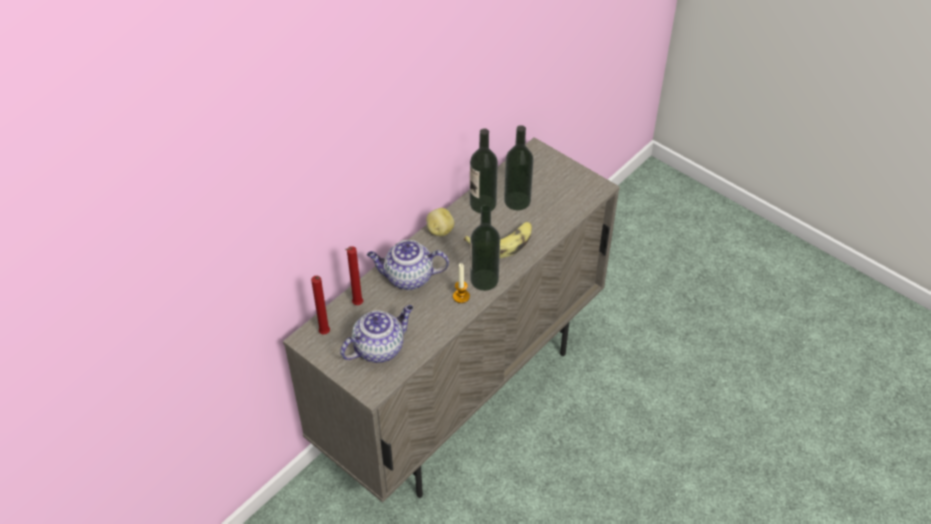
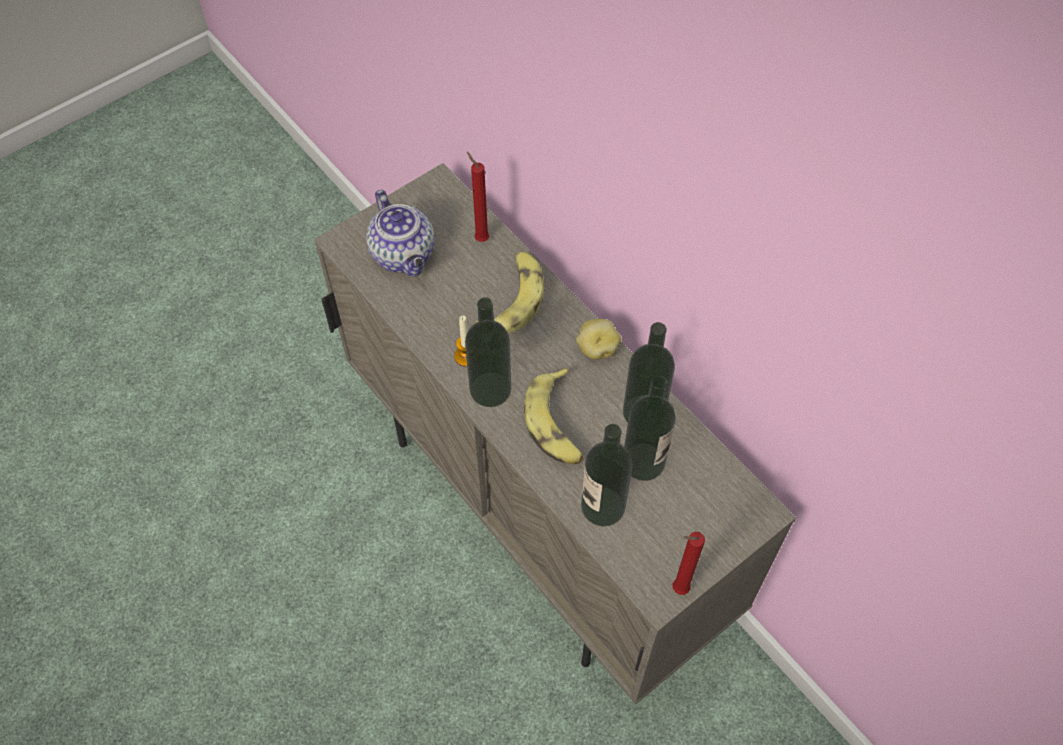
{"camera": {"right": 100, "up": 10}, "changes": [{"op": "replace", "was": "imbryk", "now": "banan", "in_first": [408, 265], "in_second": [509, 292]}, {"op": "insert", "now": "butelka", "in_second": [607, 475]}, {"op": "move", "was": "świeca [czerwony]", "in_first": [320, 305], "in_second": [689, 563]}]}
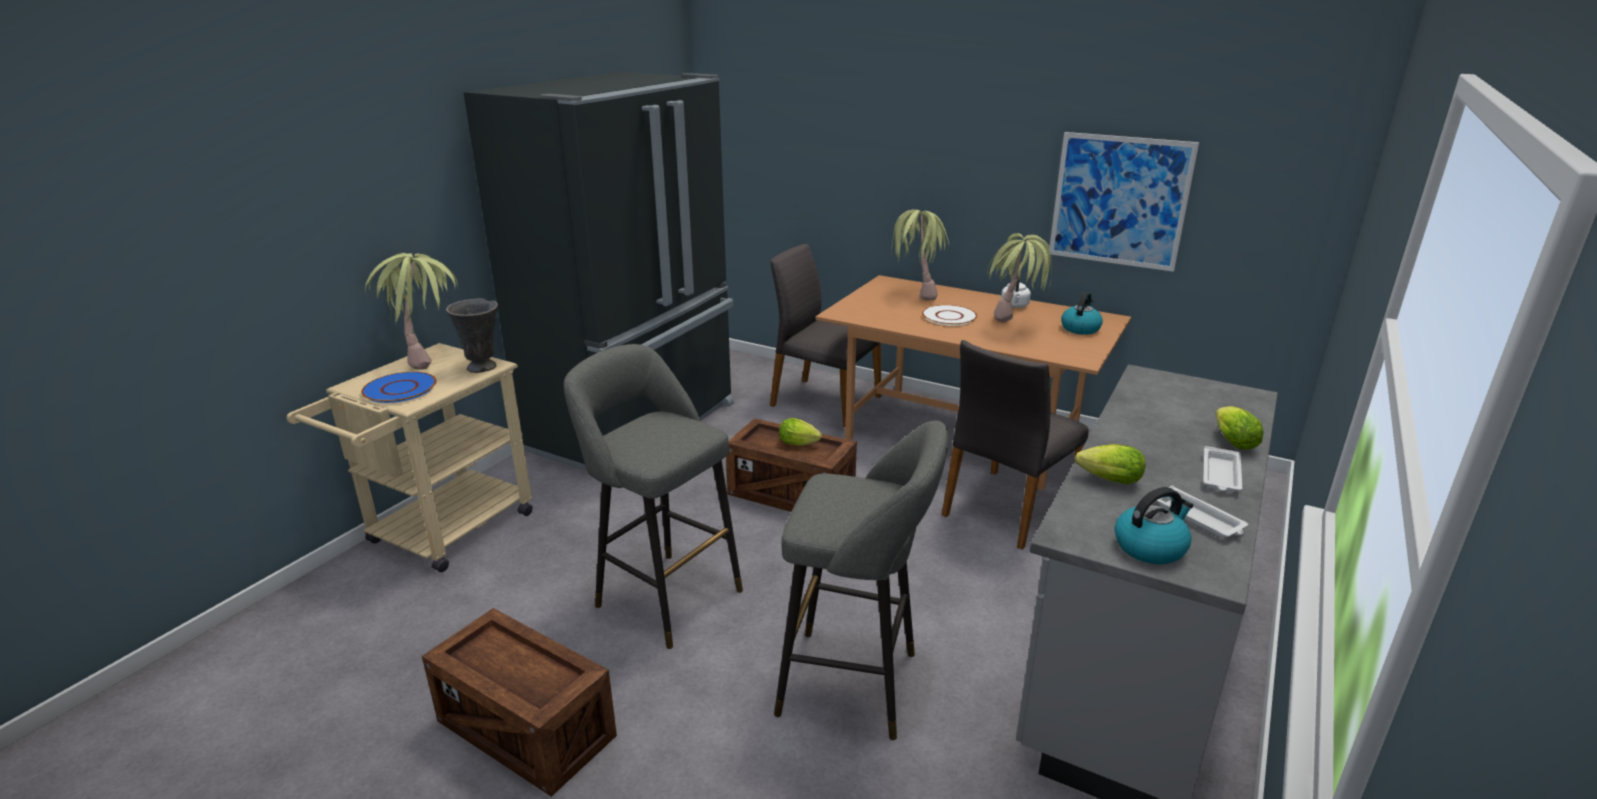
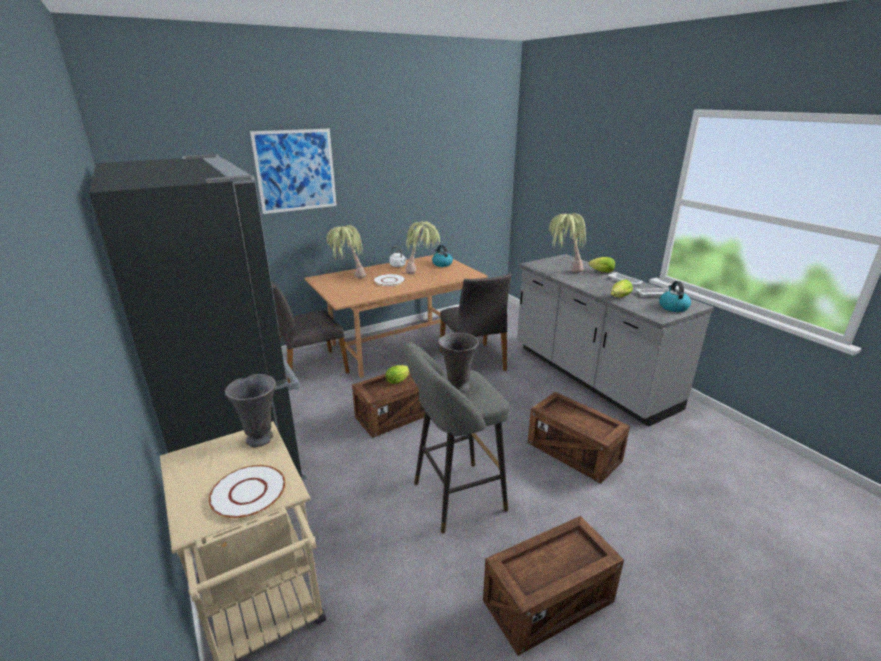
{"camera": {"right": -60, "up": 0}, "changes": [{"op": "recolor", "was": "talerz [niebieski]", "now": "talerz [biały]", "in_first": [399, 387], "in_second": [247, 491]}, {"op": "move", "was": "obraz", "in_first": [1124, 202], "in_second": [293, 171]}, {"op": "insert", "now": "wazon [szary]", "in_second": [458, 363]}, {"op": "replace", "was": "stołek [szary]", "now": "skrzynka", "in_first": [861, 580], "in_second": [579, 438]}, {"op": "move", "was": "roślina doniczkowa", "in_first": [411, 311], "in_second": [567, 243]}]}
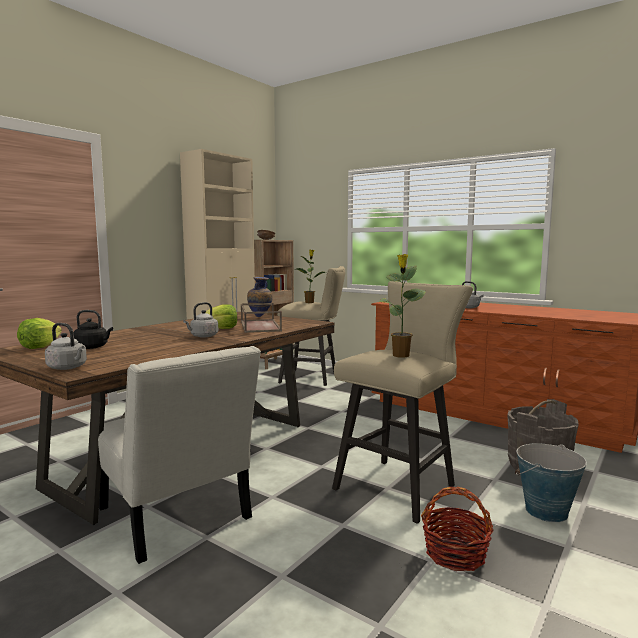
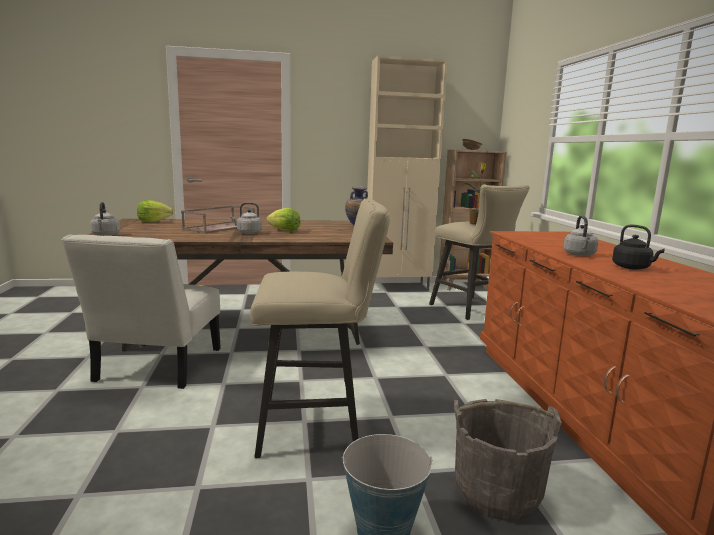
{"camera": {"right": 45, "up": 5}, "changes": [{"op": "move", "was": "taca [brązowy]", "in_first": [261, 318], "in_second": [218, 219]}, {"op": "move", "was": "czajnik [czarny]", "in_first": [93, 329], "in_second": [638, 247]}, {"op": "delete", "was": "roślina doniczkowa", "in_first": [402, 306]}, {"op": "delete", "was": "koszyk", "in_first": [457, 529]}]}
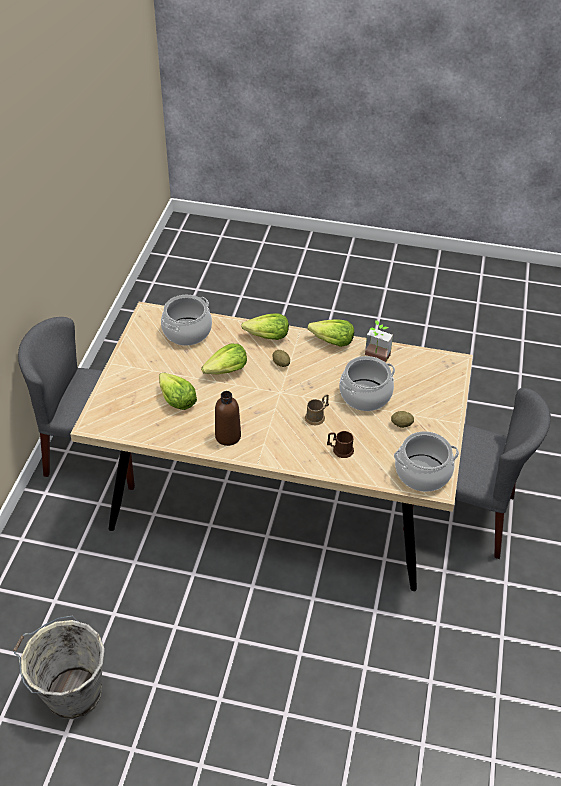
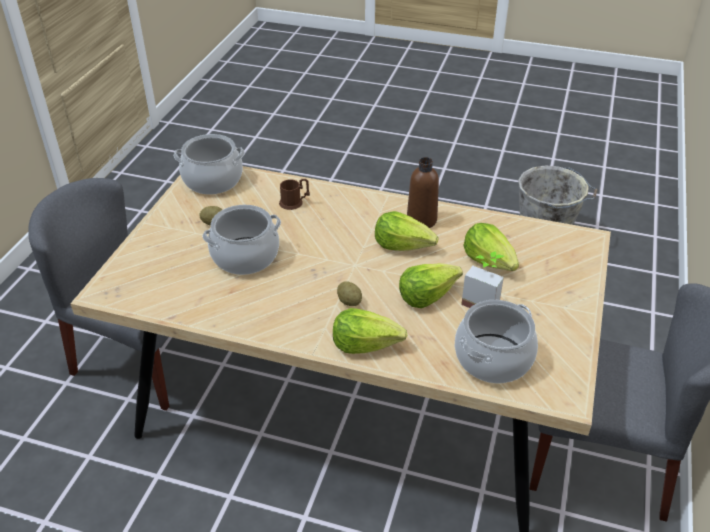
{"camera": {"right": -175, "up": -5}, "changes": [{"op": "move", "was": "sałata", "in_first": [330, 333], "in_second": [407, 231]}, {"op": "move", "was": "roślina doniczkowa", "in_first": [379, 341], "in_second": [483, 279]}, {"op": "delete", "was": "kubek [brązowy]", "in_first": [317, 410]}]}
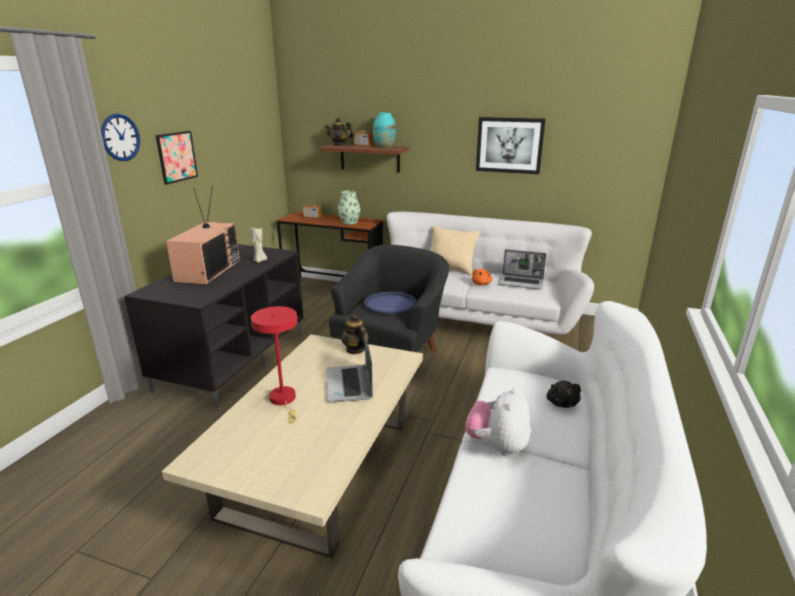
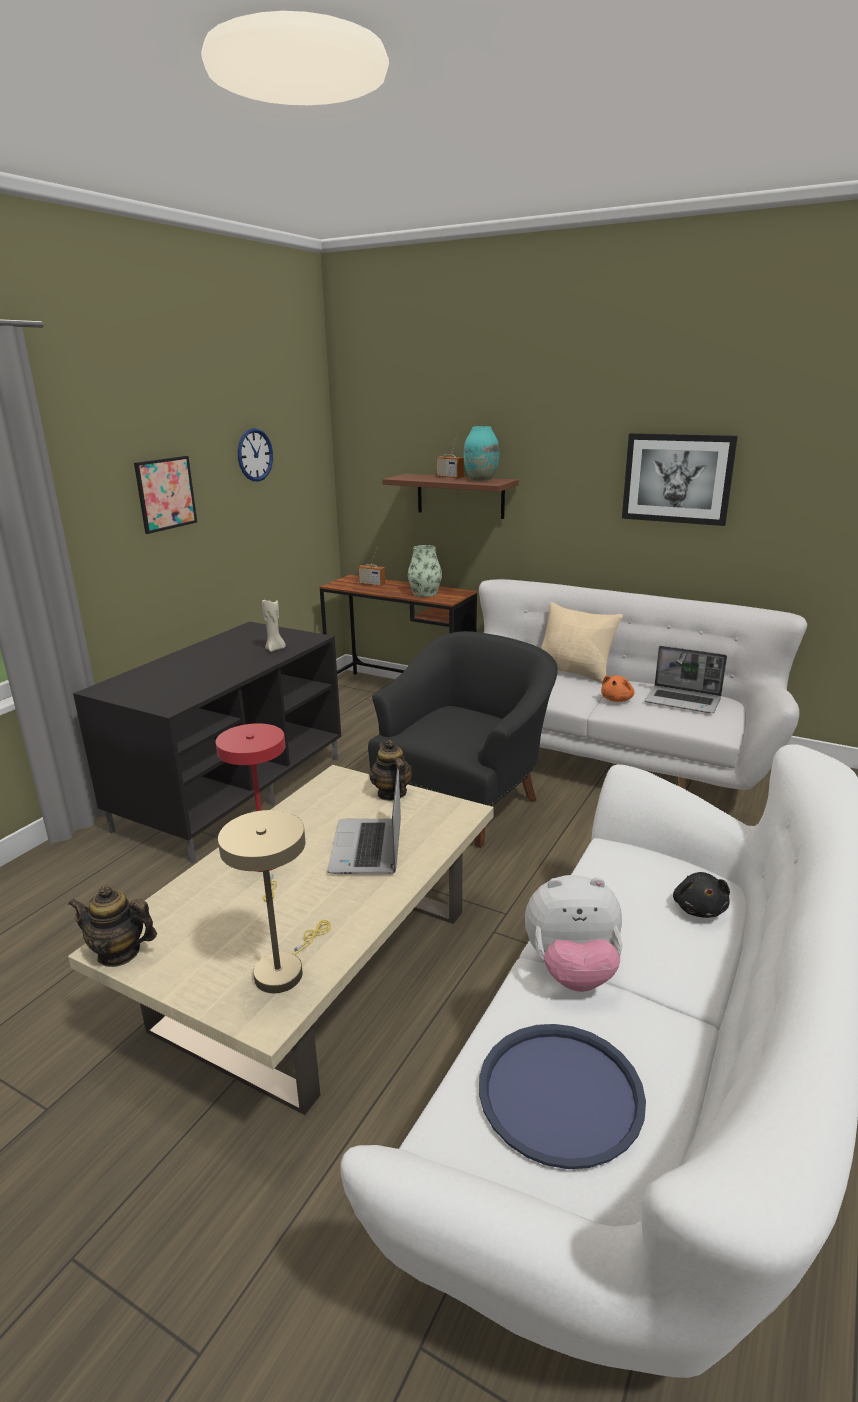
{"camera": {"right": 10, "up": 0}, "changes": [{"op": "move", "was": "imbryk", "in_first": [339, 131], "in_second": [112, 926]}, {"op": "insert", "now": "lampa stołowa [beżowy]", "in_second": [274, 901]}, {"op": "move", "was": "zegar ścienny", "in_first": [120, 137], "in_second": [255, 455]}, {"op": "move", "was": "taca [niebieski]", "in_first": [390, 302], "in_second": [562, 1096]}, {"op": "rotate", "was": "pluszak", "in_first": [497, 422], "in_second": [574, 933], "clockwise": -120}, {"op": "delete", "was": "telewizor", "in_first": [203, 235]}]}
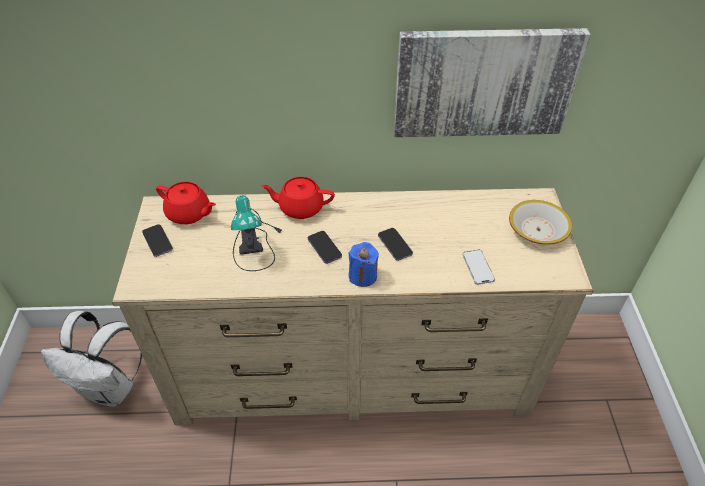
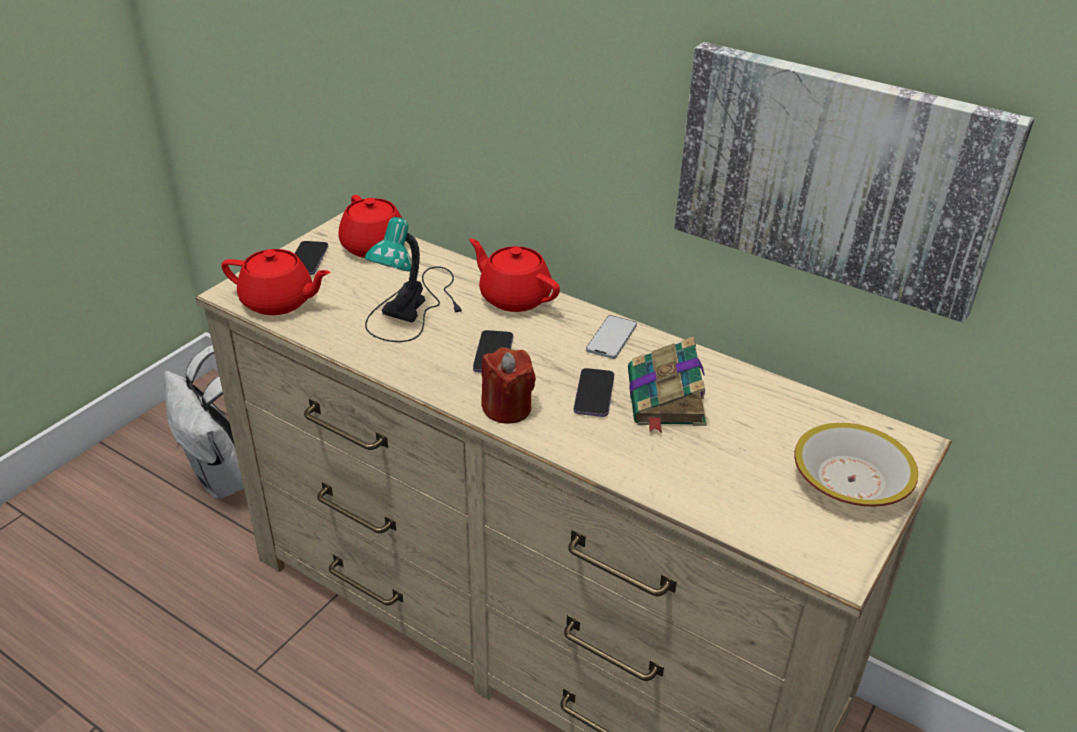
{"camera": {"right": 35, "up": -10}, "changes": [{"op": "insert", "now": "imbryk [czerwony]", "in_second": [275, 282]}, {"op": "recolor", "was": "świeca [niebieski]", "now": "świeca [czerwony]", "in_first": [364, 264], "in_second": [508, 385]}, {"op": "move", "was": "telefon", "in_first": [478, 267], "in_second": [611, 337]}, {"op": "insert", "now": "książka", "in_second": [667, 384]}]}
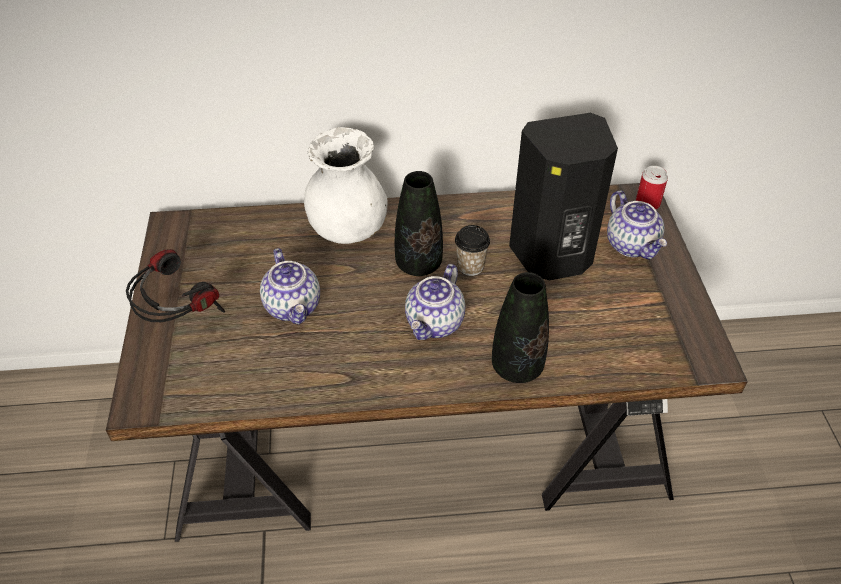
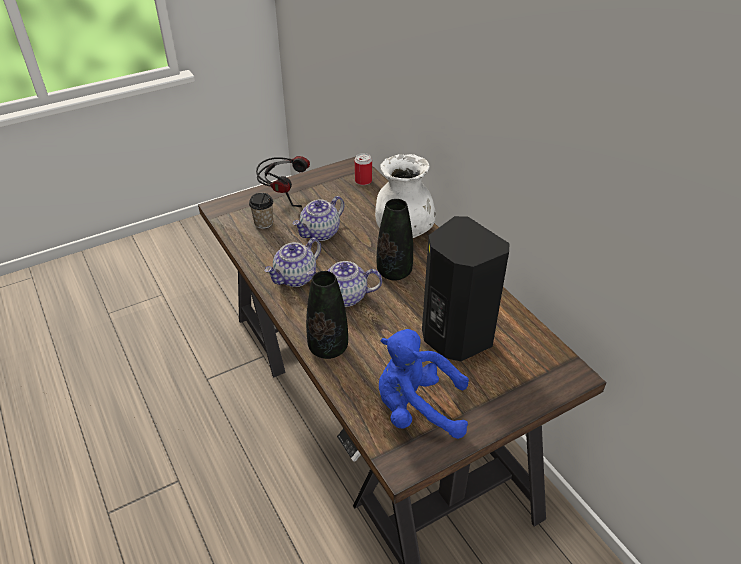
{"camera": {"right": 65, "up": -5}, "changes": [{"op": "move", "was": "filiżanka", "in_first": [472, 250], "in_second": [261, 211]}, {"op": "move", "was": "imbryk", "in_first": [637, 225], "in_second": [292, 262]}, {"op": "move", "was": "puszka", "in_first": [651, 188], "in_second": [363, 169]}, {"op": "insert", "now": "pluszak [niebieski]", "in_second": [424, 384]}]}
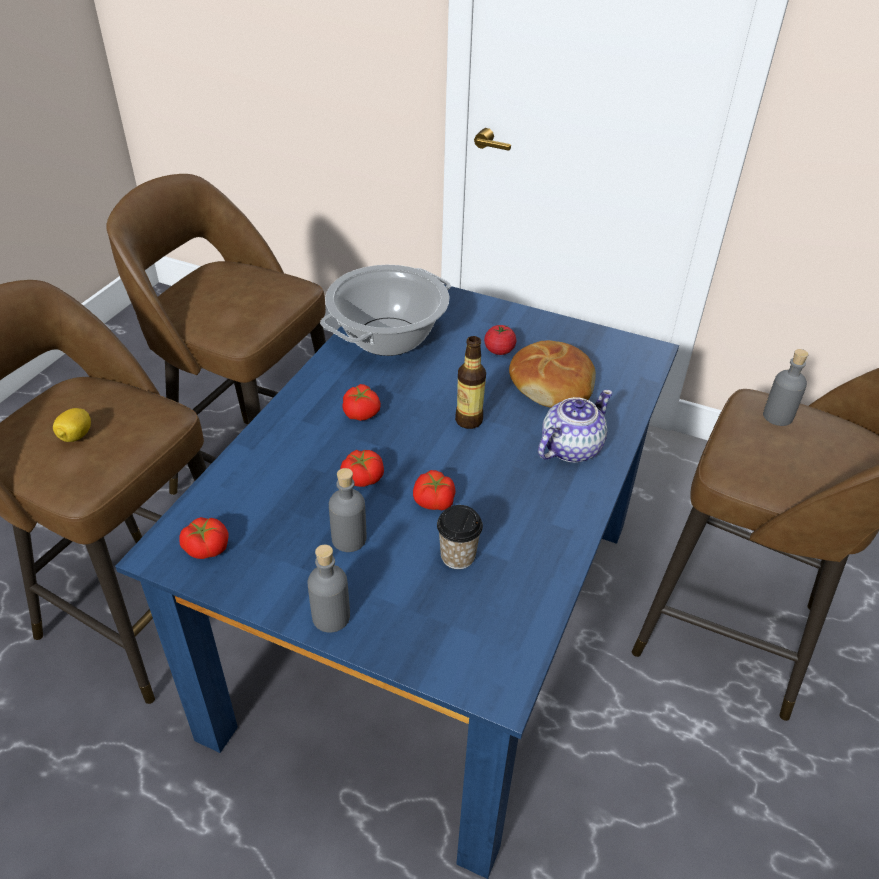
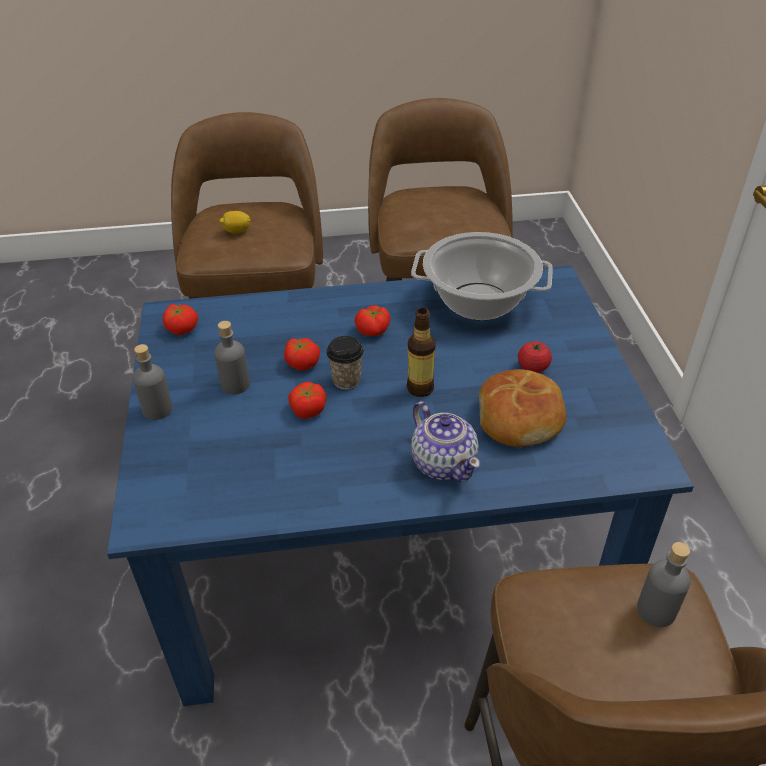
{"camera": {"right": 60, "up": 0}, "changes": [{"op": "move", "was": "filiżanka", "in_first": [460, 537], "in_second": [345, 363]}, {"op": "rotate", "was": "imbryk", "in_first": [575, 426], "in_second": [445, 441], "clockwise": 45}]}
